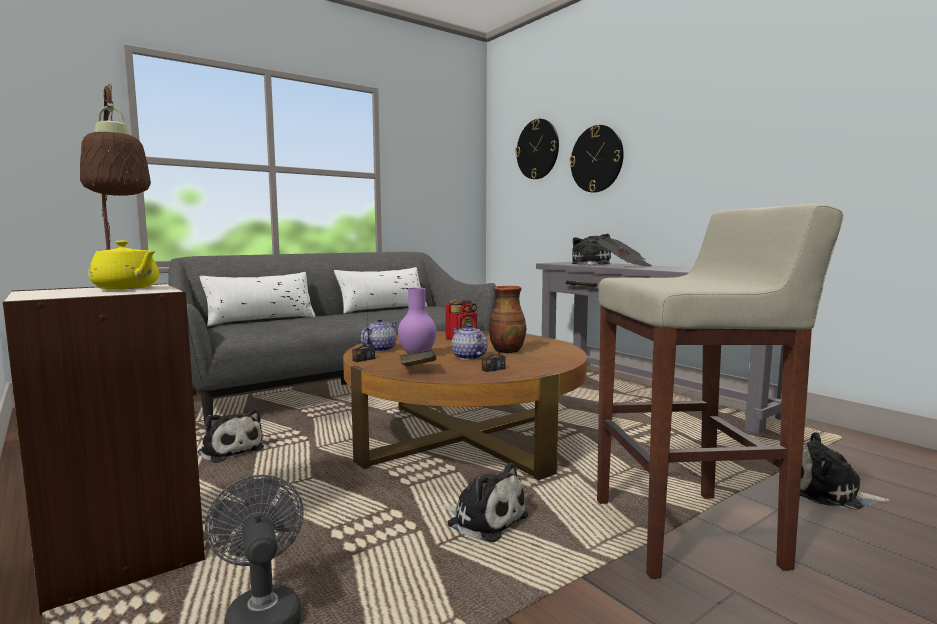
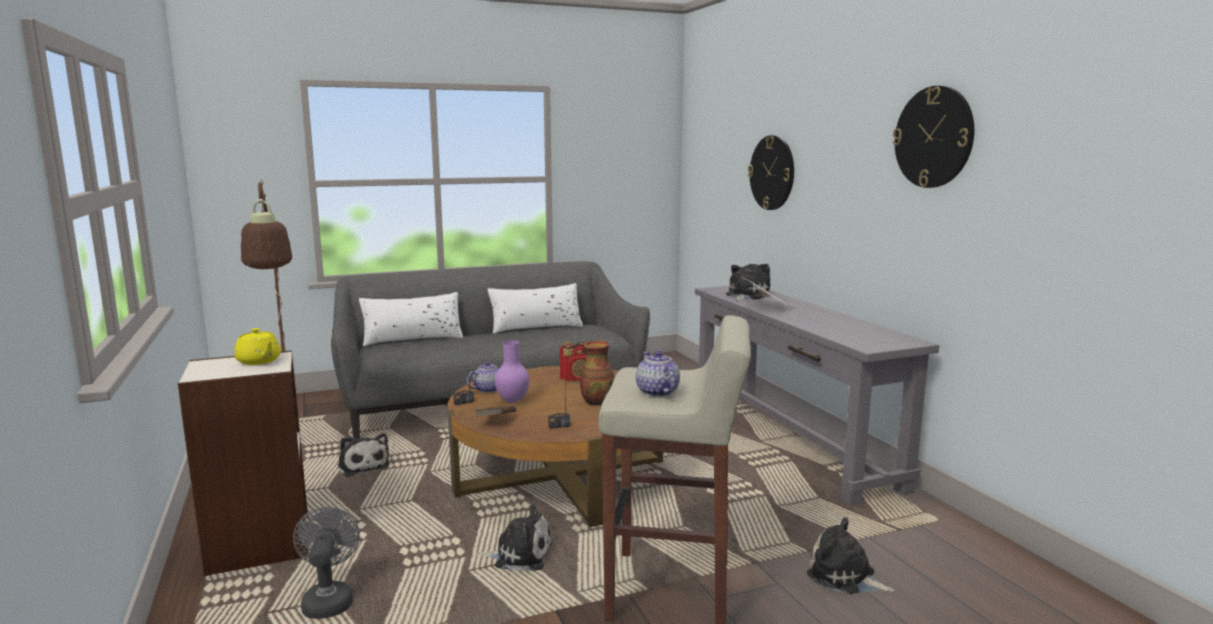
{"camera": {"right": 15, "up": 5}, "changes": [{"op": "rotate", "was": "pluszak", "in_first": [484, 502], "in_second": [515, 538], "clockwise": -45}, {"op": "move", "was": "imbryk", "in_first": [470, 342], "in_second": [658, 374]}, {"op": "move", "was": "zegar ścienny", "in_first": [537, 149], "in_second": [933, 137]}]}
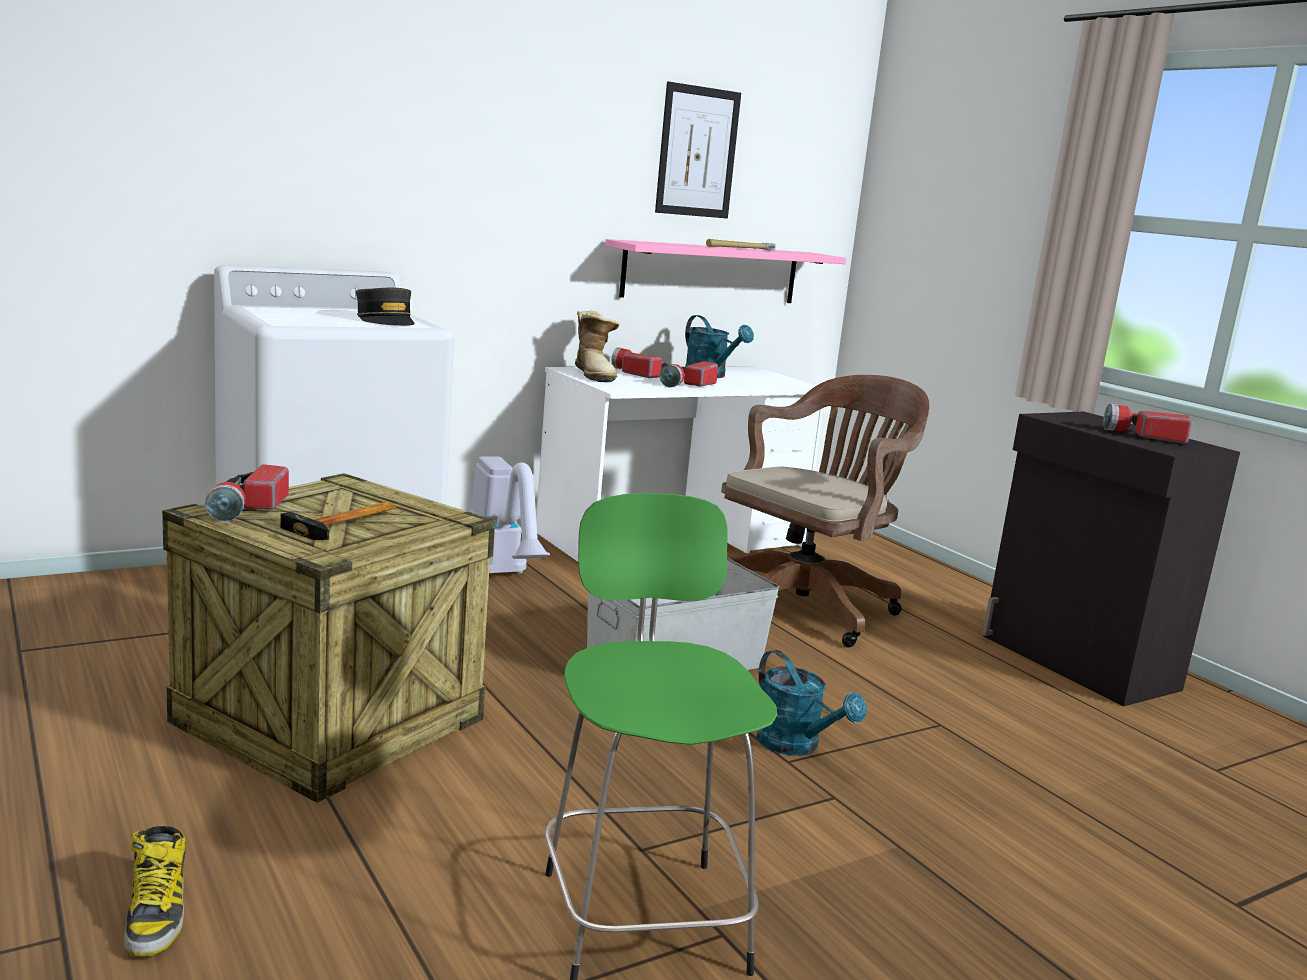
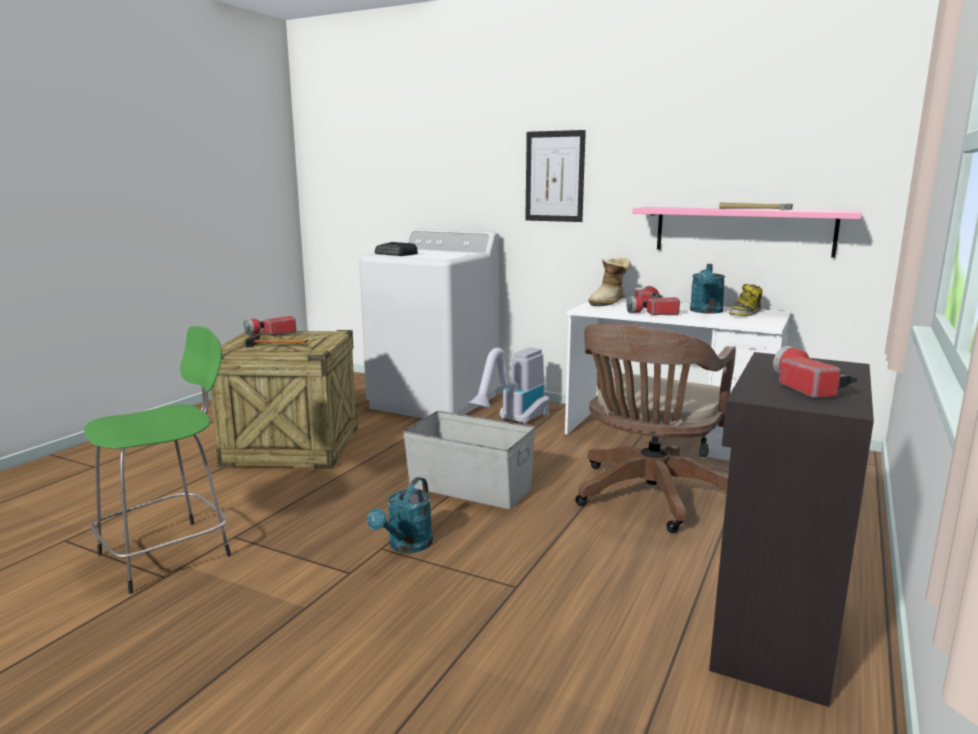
{"camera": {"right": 60, "up": 0}, "changes": [{"op": "insert", "now": "radio", "in_second": [396, 249]}, {"op": "move", "was": "obraz", "in_first": [698, 150], "in_second": [555, 176]}, {"op": "rotate", "was": "krzesło biurowe [brązowy]", "in_first": [825, 511], "in_second": [655, 428], "clockwise": 105}, {"op": "move", "was": "but z cholewką", "in_first": [155, 891], "in_second": [746, 300]}, {"op": "delete", "was": "czapka z daszkiem [szary]", "in_first": [385, 307]}]}
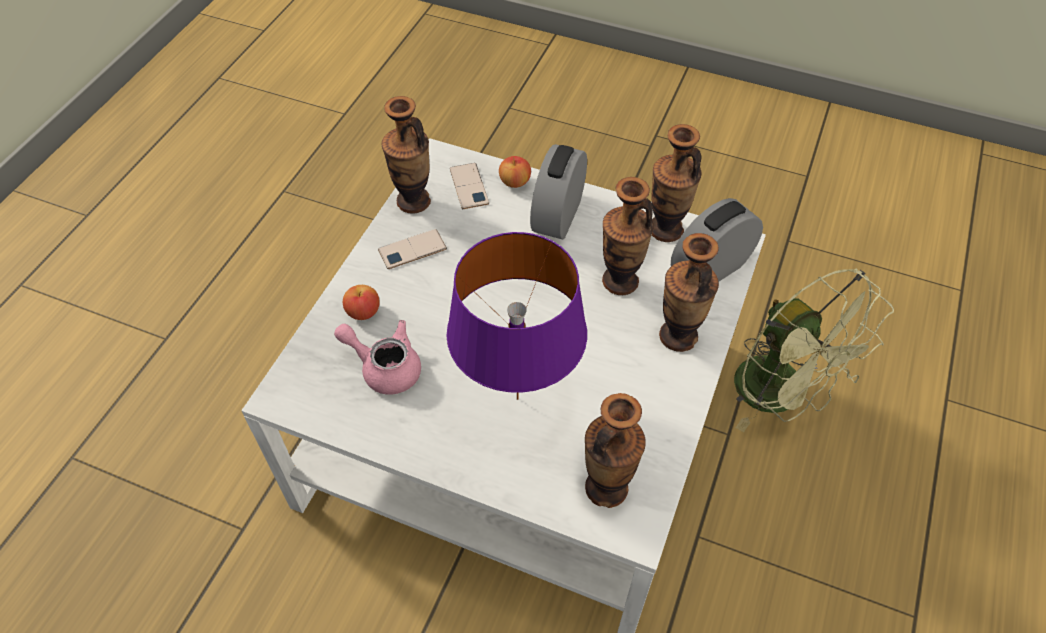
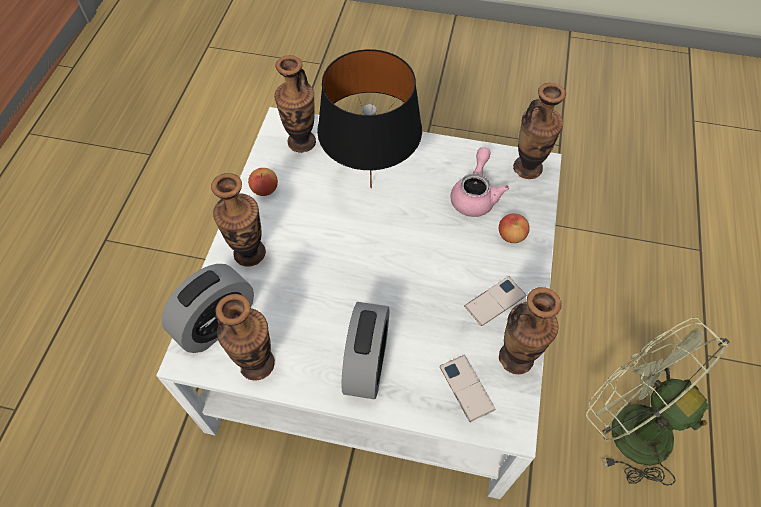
{"camera": {"right": 170, "up": 5}, "changes": [{"op": "move", "was": "jabłko", "in_first": [515, 172], "in_second": [263, 182]}, {"op": "recolor", "was": "lampa stołowa [fioletowy]", "now": "lampa stołowa [czarny]", "in_first": [517, 316], "in_second": [369, 118]}, {"op": "rotate", "was": "imbryk [różowy]", "in_first": [377, 357], "in_second": [479, 182], "clockwise": -90}, {"op": "move", "was": "wazon", "in_first": [628, 236], "in_second": [539, 131]}, {"op": "move", "was": "wentylator [zielony]", "in_first": [814, 350], "in_second": [657, 402]}]}
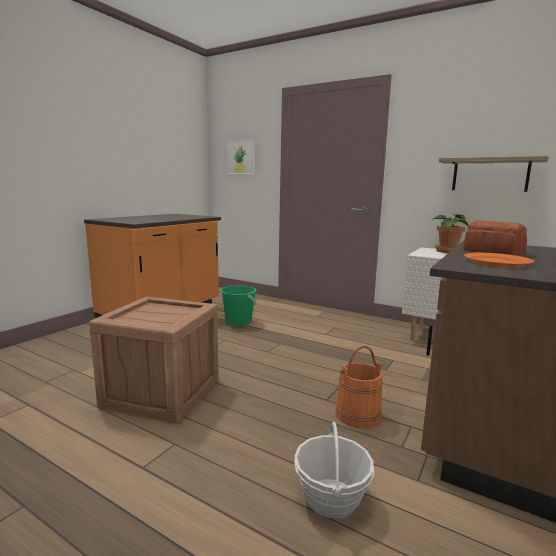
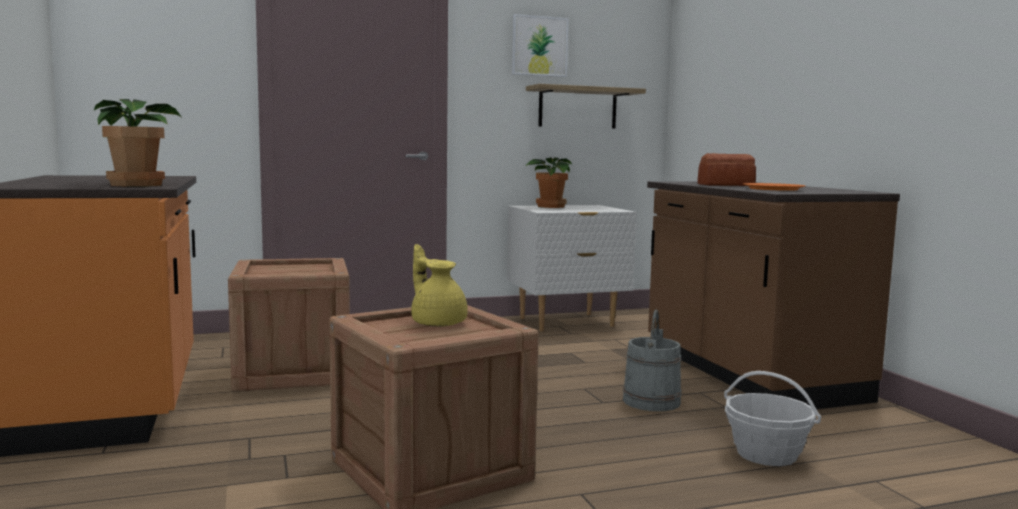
{"camera": {"right": -50, "up": -5}, "changes": [{"op": "insert", "now": "roślina doniczkowa", "in_second": [137, 143]}, {"op": "replace", "was": "wiadro [zielony]", "now": "skrzynka", "in_first": [238, 305], "in_second": [289, 324]}, {"op": "insert", "now": "imbryk [żółty]", "in_second": [439, 285]}, {"op": "move", "was": "obraz", "in_first": [241, 156], "in_second": [540, 45]}, {"op": "recolor", "was": "wiadro [pomarańczowy]", "now": "wiadro [szary]", "in_first": [359, 387], "in_second": [652, 360]}]}
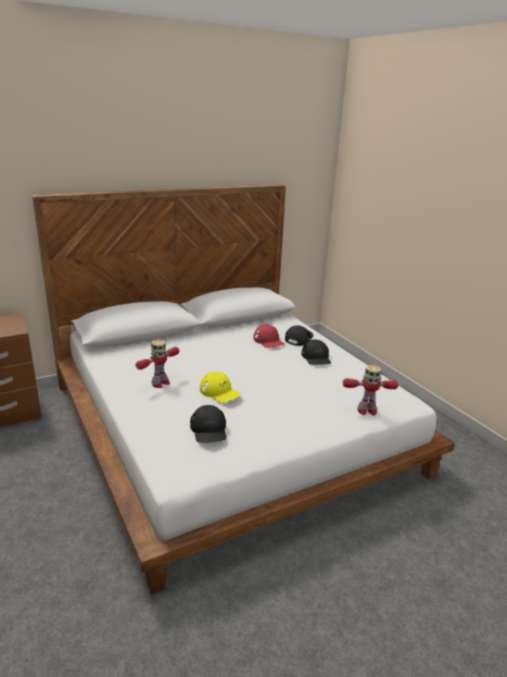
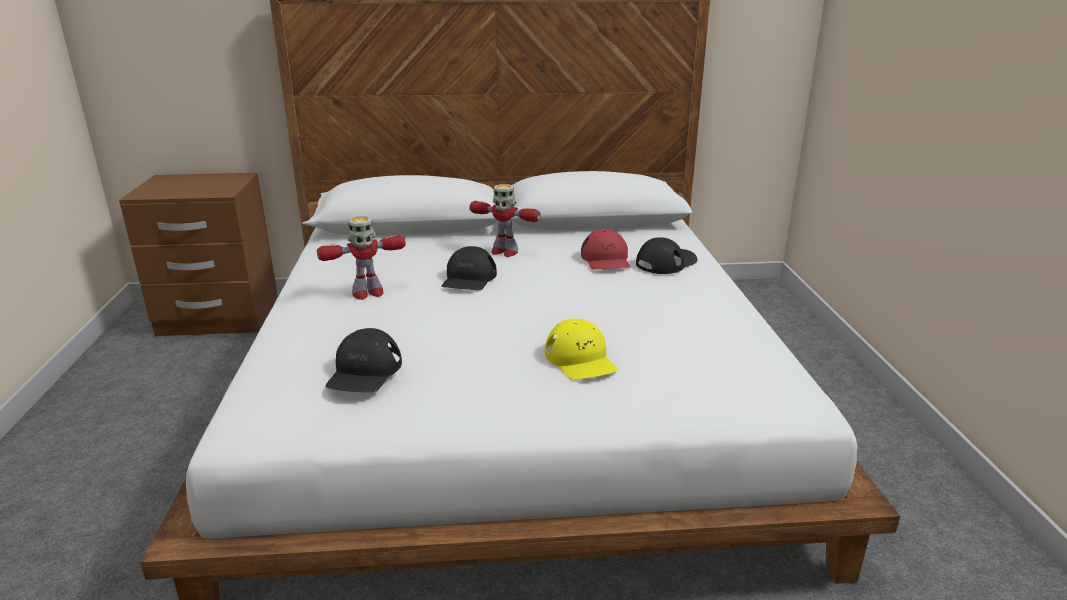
{"camera": {"right": 25, "up": 0}, "changes": [{"op": "move", "was": "czapka z daszkiem [czarny]", "in_first": [316, 352], "in_second": [469, 268]}, {"op": "move", "was": "robot zabawkowy", "in_first": [370, 390], "in_second": [505, 220]}, {"op": "move", "was": "czapka z daszkiem [żółty]", "in_first": [220, 387], "in_second": [581, 349]}]}
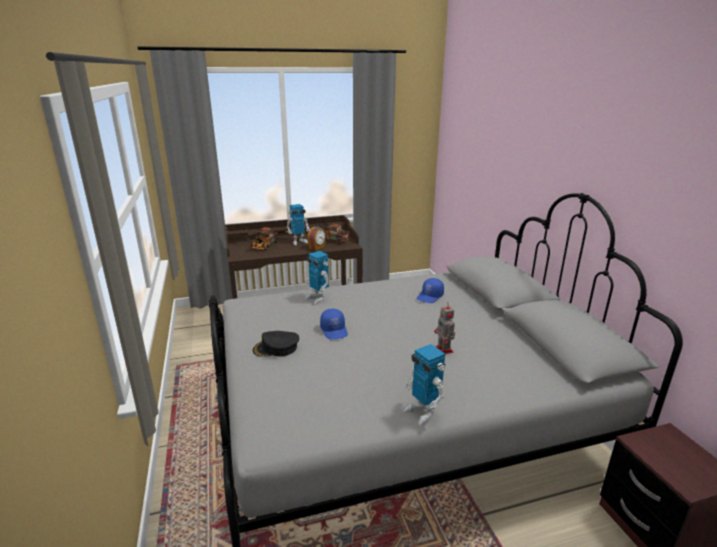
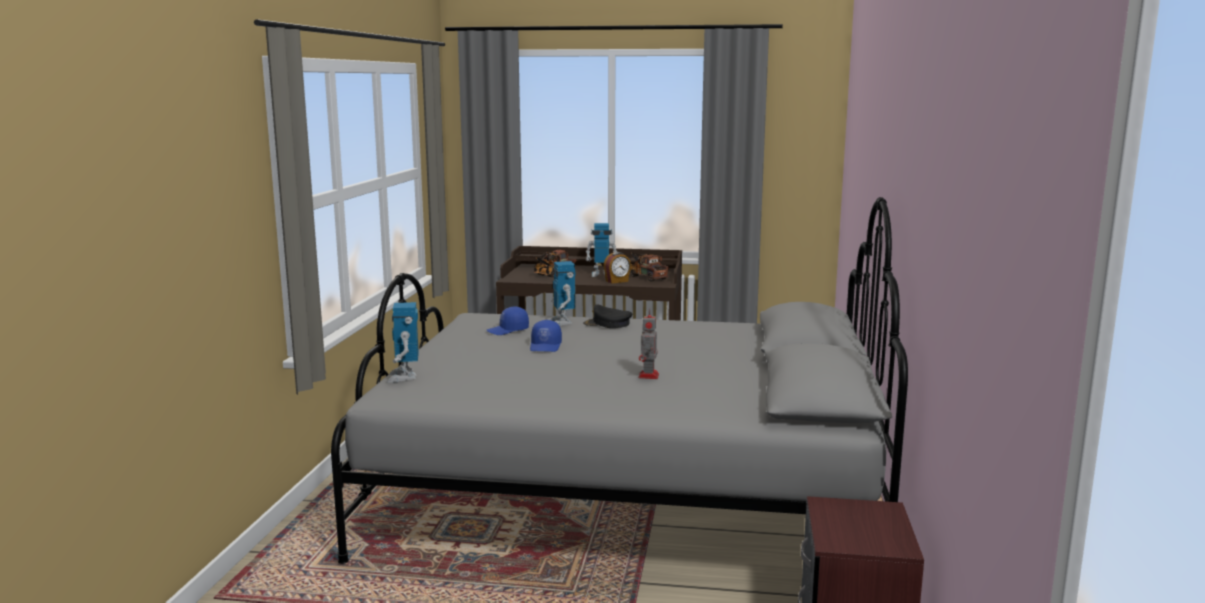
{"camera": {"right": 25, "up": -10}, "changes": [{"op": "move", "was": "robot zabawkowy", "in_first": [424, 385], "in_second": [403, 342]}, {"op": "move", "was": "czapka z daszkiem [niebieski]", "in_first": [430, 290], "in_second": [508, 320]}, {"op": "move", "was": "czapka z daszkiem [czarny]", "in_first": [276, 344], "in_second": [607, 316]}]}
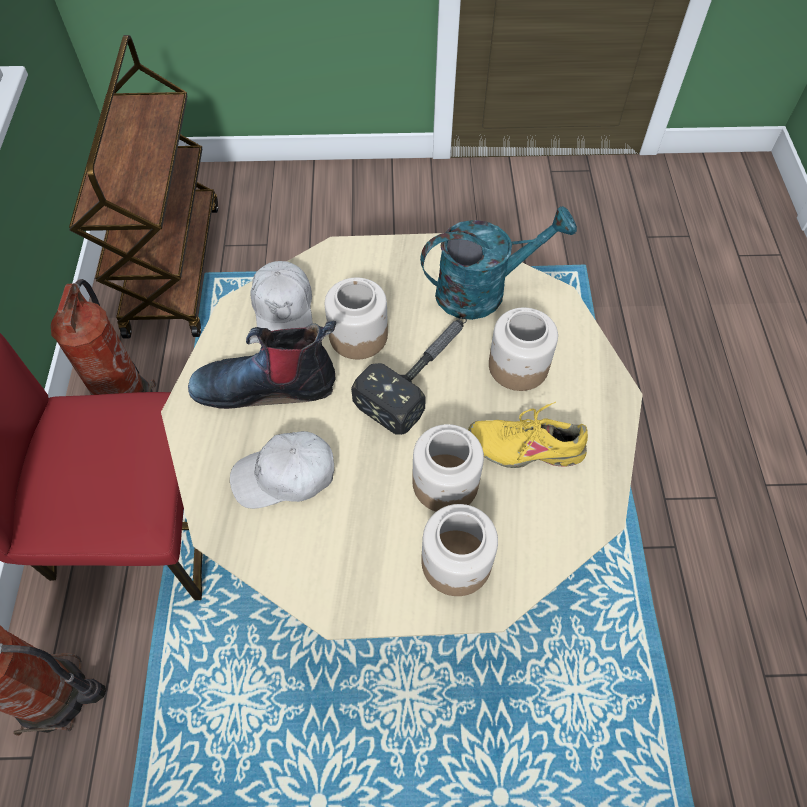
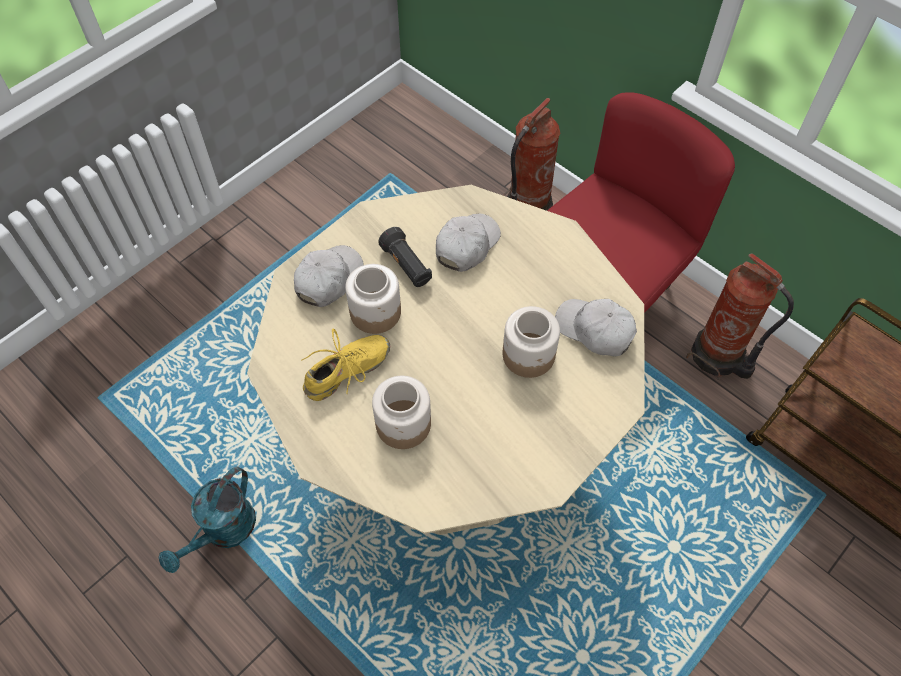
{"camera": {"right": 135, "up": 0}, "changes": [{"op": "move", "was": "konewka [turkusowy]", "in_first": [498, 263], "in_second": [207, 520]}, {"op": "replace", "was": "słoik", "now": "czapka z daszkiem [biały]", "in_first": [459, 550], "in_second": [329, 276]}, {"op": "insert", "now": "latarka [czarny]", "in_second": [405, 257]}, {"op": "delete", "was": "but z cholewką", "in_first": [262, 365]}, {"op": "delete", "was": "młotek", "in_first": [409, 376]}]}
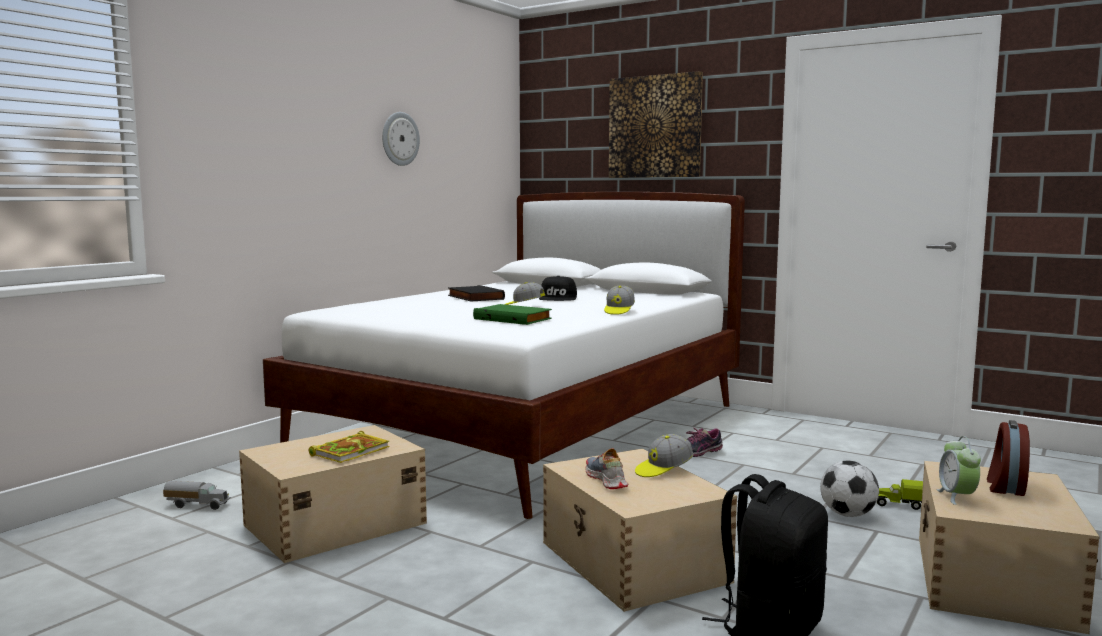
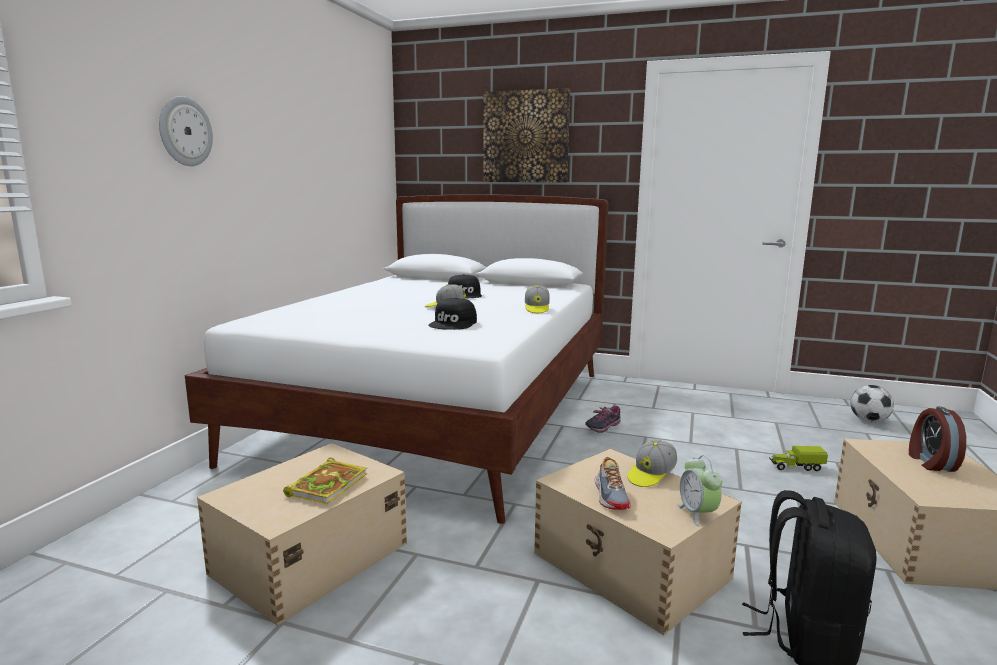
{"camera": {"right": -15, "up": 5}, "changes": [{"op": "move", "was": "zegar ścienny", "in_first": [401, 139], "in_second": [186, 131]}, {"op": "replace", "was": "książka [zielony]", "now": "czapka z daszkiem [czarny]", "in_first": [512, 314], "in_second": [452, 314]}, {"op": "rotate", "was": "but", "in_first": [606, 468], "in_second": [613, 483], "clockwise": -150}, {"op": "move", "was": "budzik", "in_first": [959, 470], "in_second": [699, 490]}, {"op": "move", "was": "piłka futbolowa", "in_first": [849, 489], "in_second": [872, 403]}, {"op": "delete", "was": "ciężarówka zabawkowa", "in_first": [197, 495]}, {"op": "delete", "was": "książka [czarny]", "in_first": [476, 293]}]}
